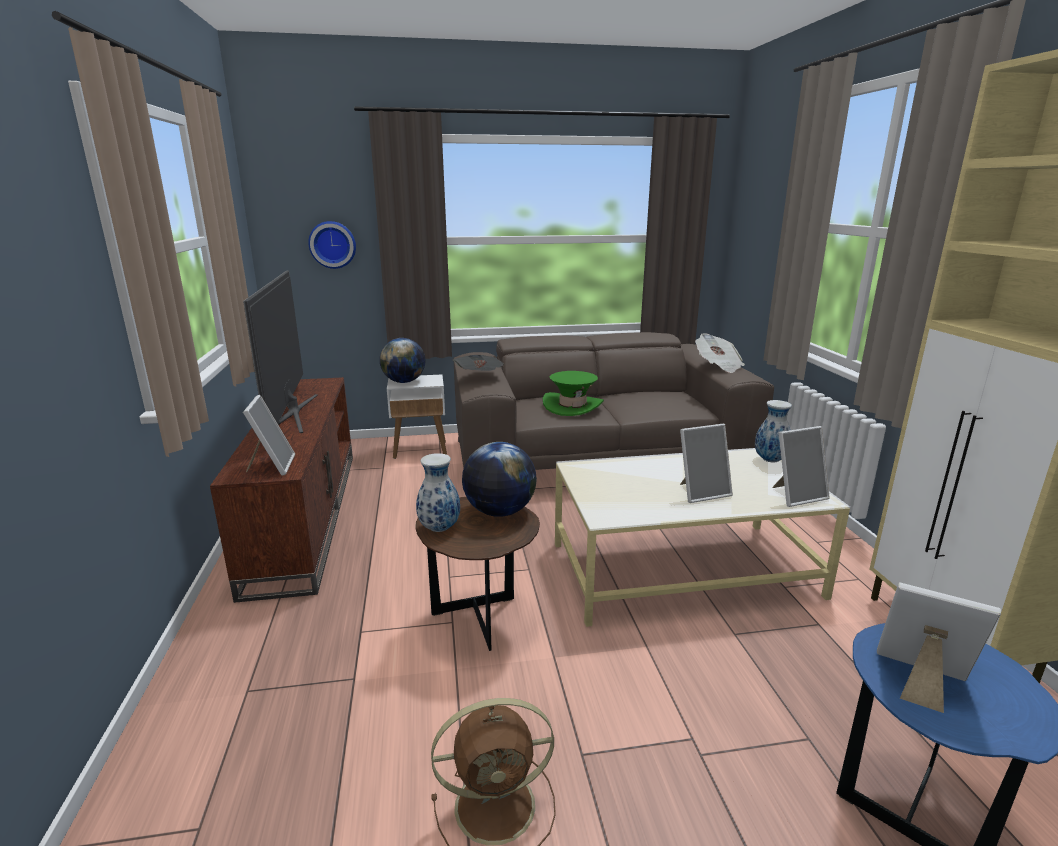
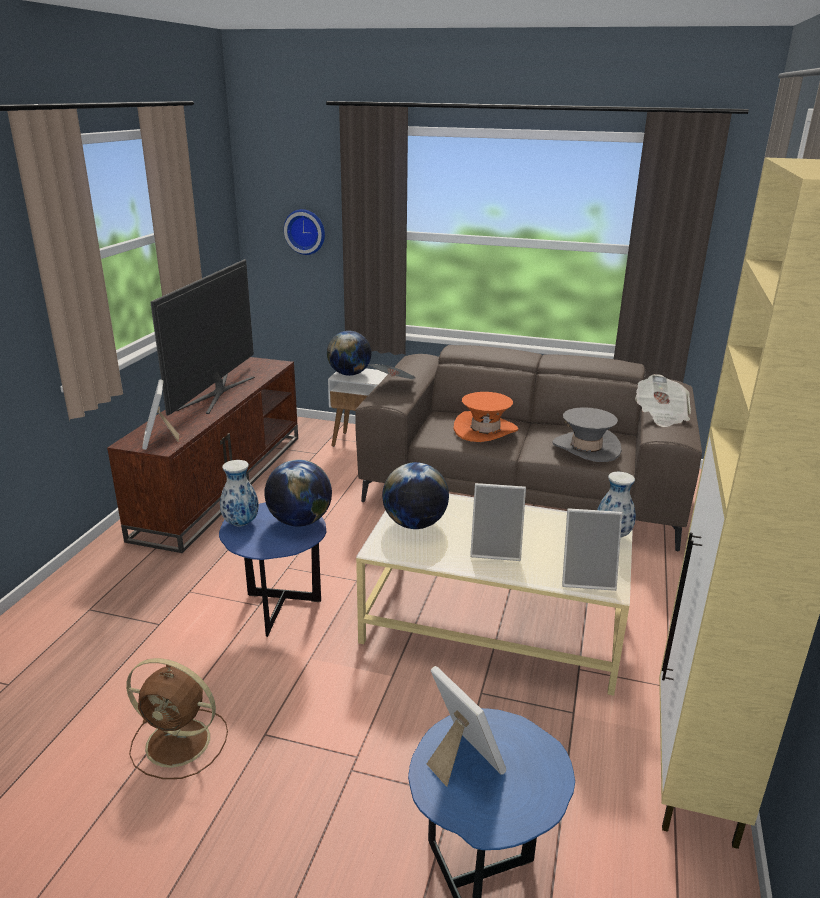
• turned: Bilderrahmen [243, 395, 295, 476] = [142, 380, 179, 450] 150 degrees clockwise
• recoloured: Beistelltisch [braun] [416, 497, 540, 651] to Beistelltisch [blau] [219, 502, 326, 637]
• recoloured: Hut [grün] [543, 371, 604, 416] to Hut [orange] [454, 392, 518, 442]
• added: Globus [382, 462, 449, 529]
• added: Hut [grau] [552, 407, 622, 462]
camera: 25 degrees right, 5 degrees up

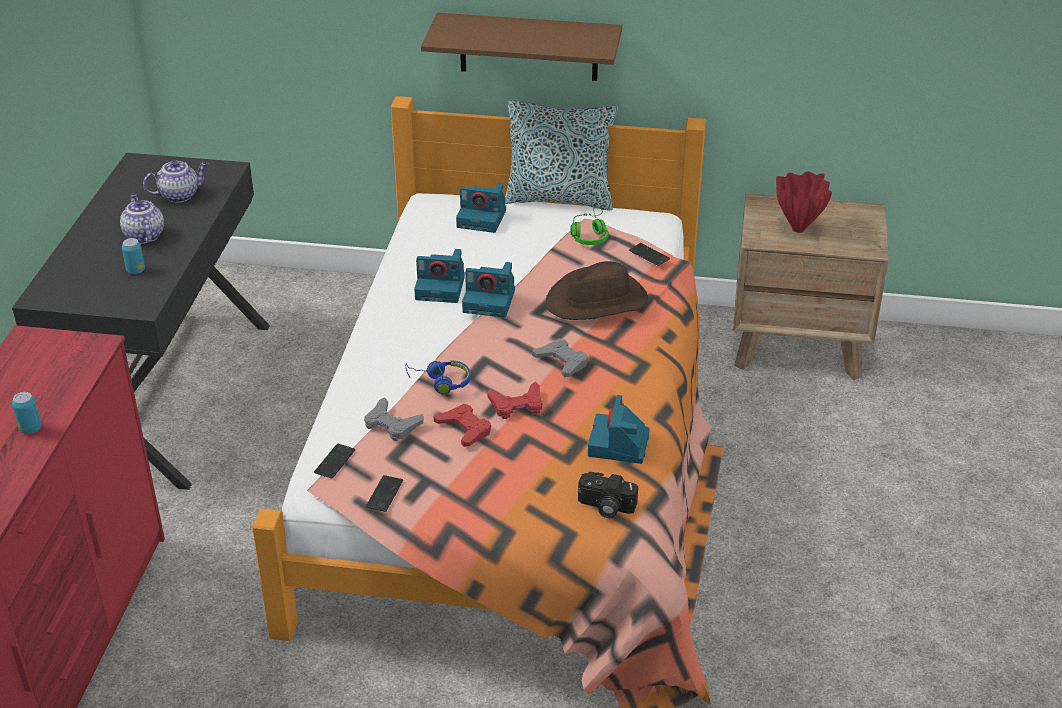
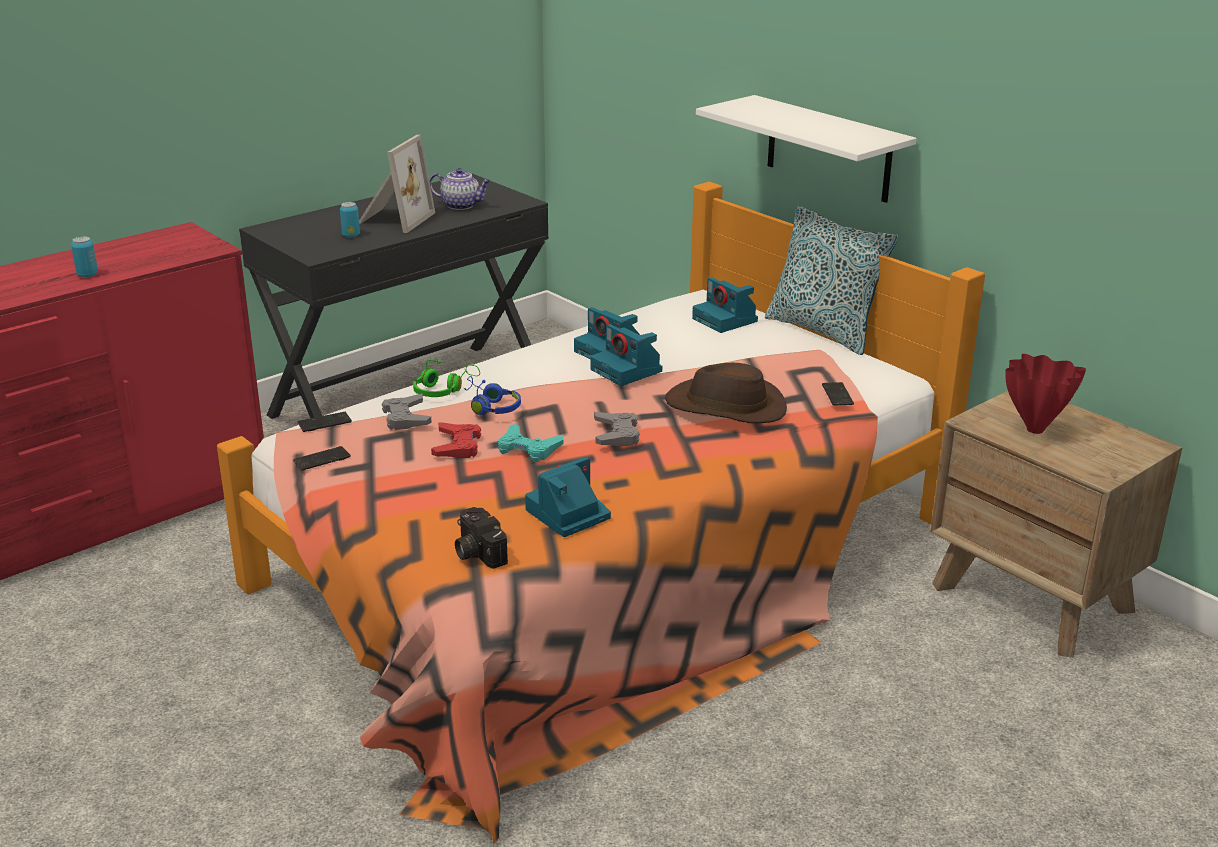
• replaced: Teekanne [120, 194, 164, 244] to Bilderrahmen [359, 135, 435, 233]
• recoloured: Wandregal [braun] [421, 13, 622, 81] to Wandregal [weiß] [696, 95, 917, 203]
• recoloured: Gamepad [rot] [487, 382, 542, 419] to Gamepad [türkis] [498, 424, 564, 462]
• moved: Kopfhörer [grün] [570, 207, 609, 245] to [413, 360, 480, 397]
camera: 40 degrees right, 10 degrees down

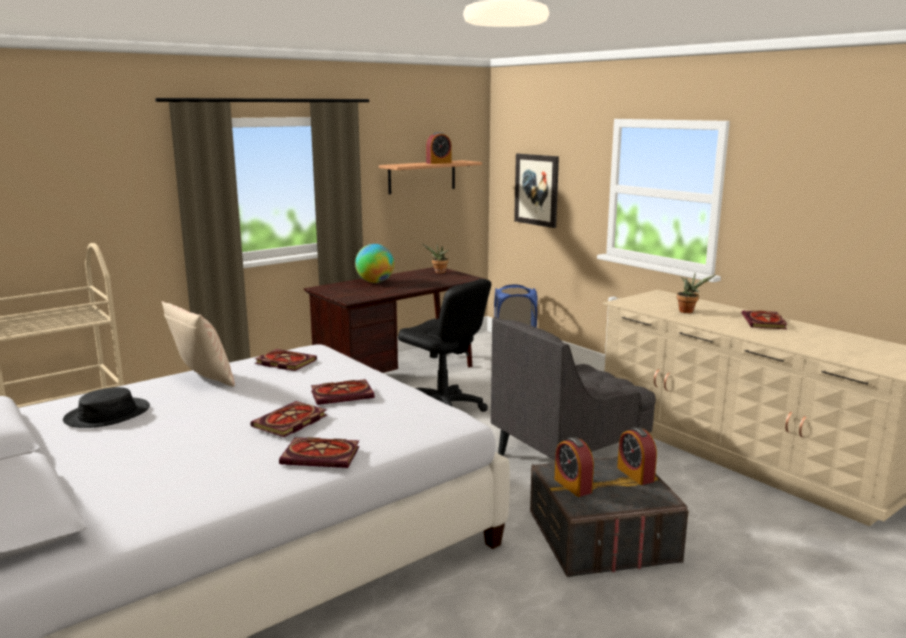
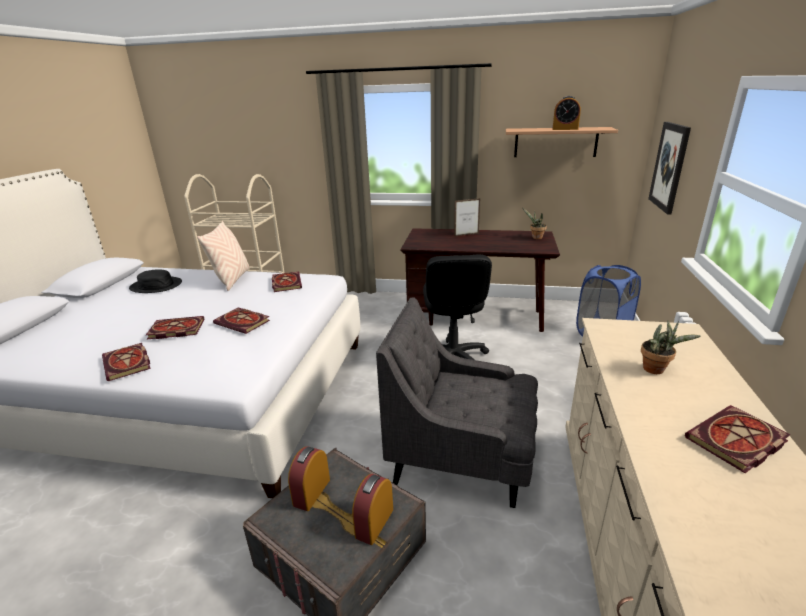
• replaced: Globus [355, 244, 394, 283] to Bilderrahmen [454, 198, 480, 236]
camera: 50 degrees right, 10 degrees up

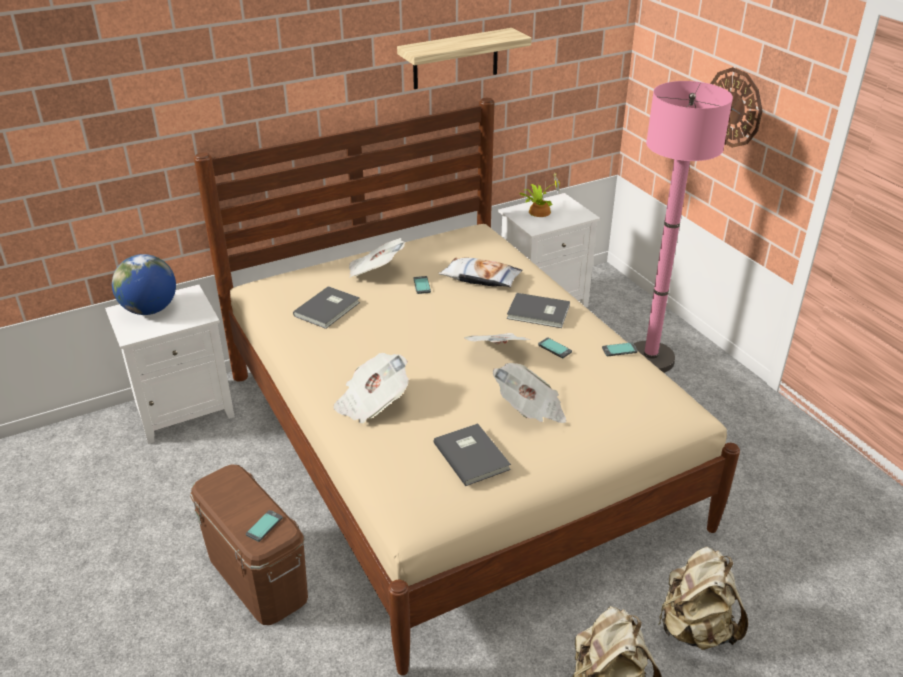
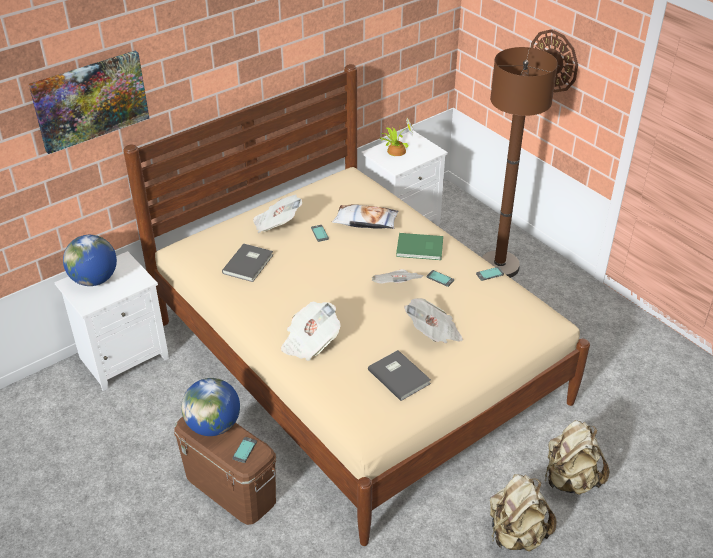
• removed: Wandregal [397, 28, 532, 89]
• recoloured: Buch [grau] [507, 293, 570, 328] to Buch [grün] [396, 233, 443, 260]
• recoloured: Stehlampe [rosa] [633, 81, 733, 373] to Stehlampe [braun] [482, 47, 558, 278]
• added: Bild [29, 50, 149, 154]
• added: Globus [181, 378, 240, 436]
camera: 10 degrees left, 5 degrees up

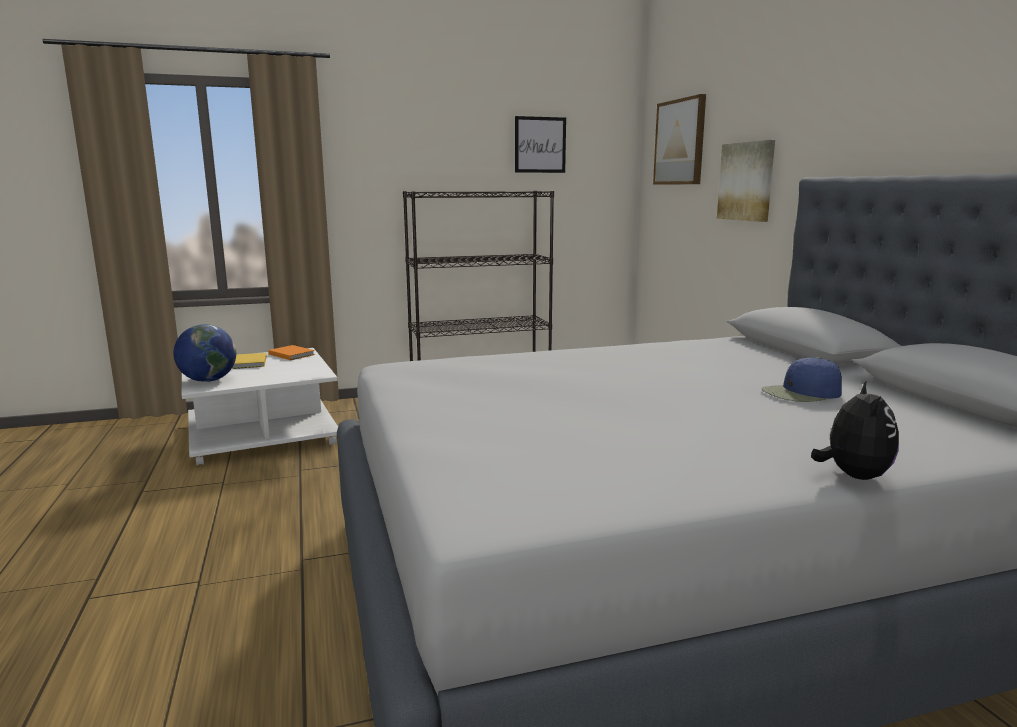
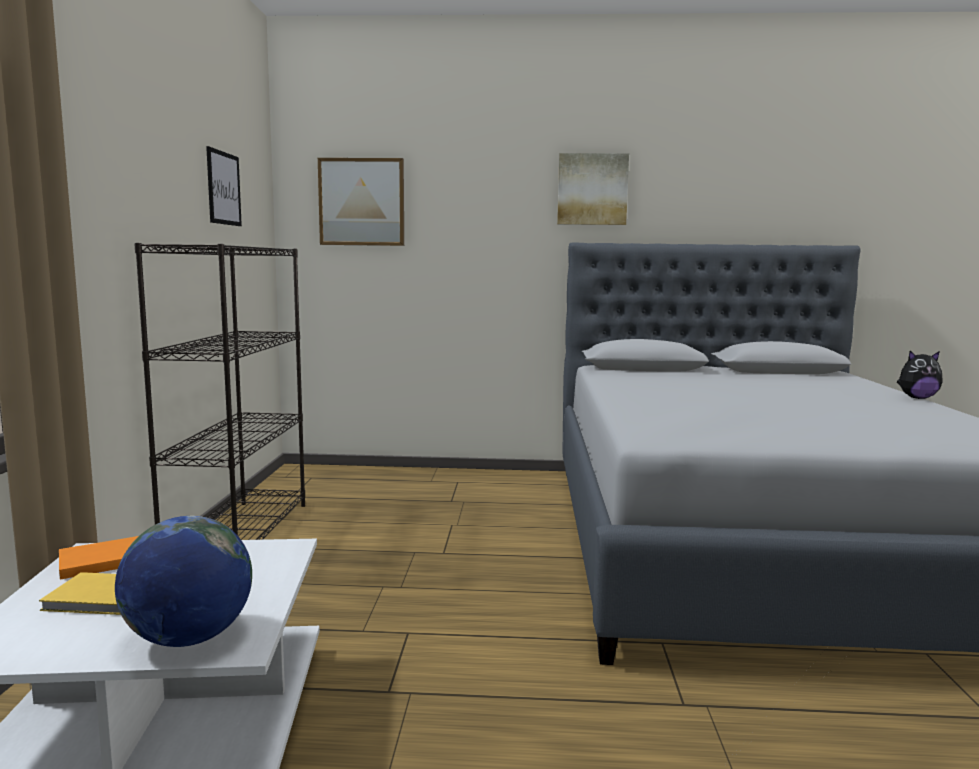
• moved: Bild [717, 140, 775, 222] to [557, 153, 629, 225]
• removed: Kappe [blau] [762, 357, 842, 402]
• turned: Plüschtier [811, 380, 899, 480] = [897, 351, 943, 399] 150 degrees clockwise
camera: 70 degrees left, 5 degrees down

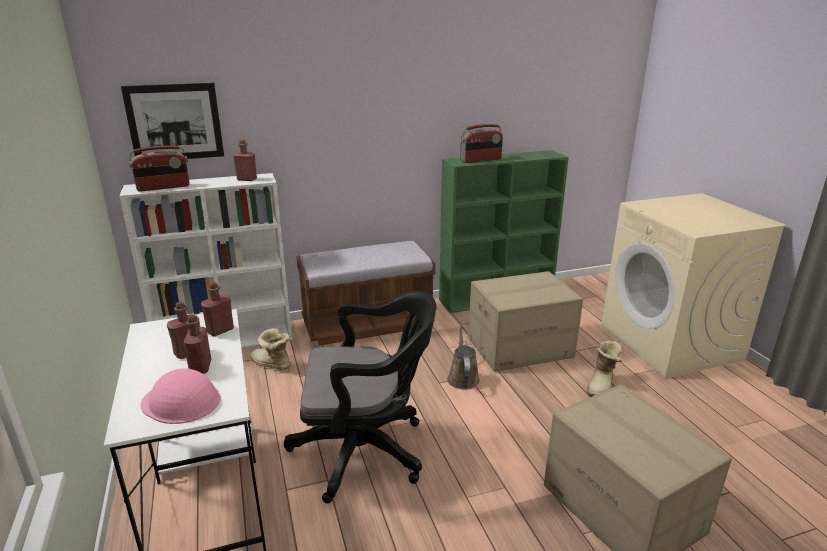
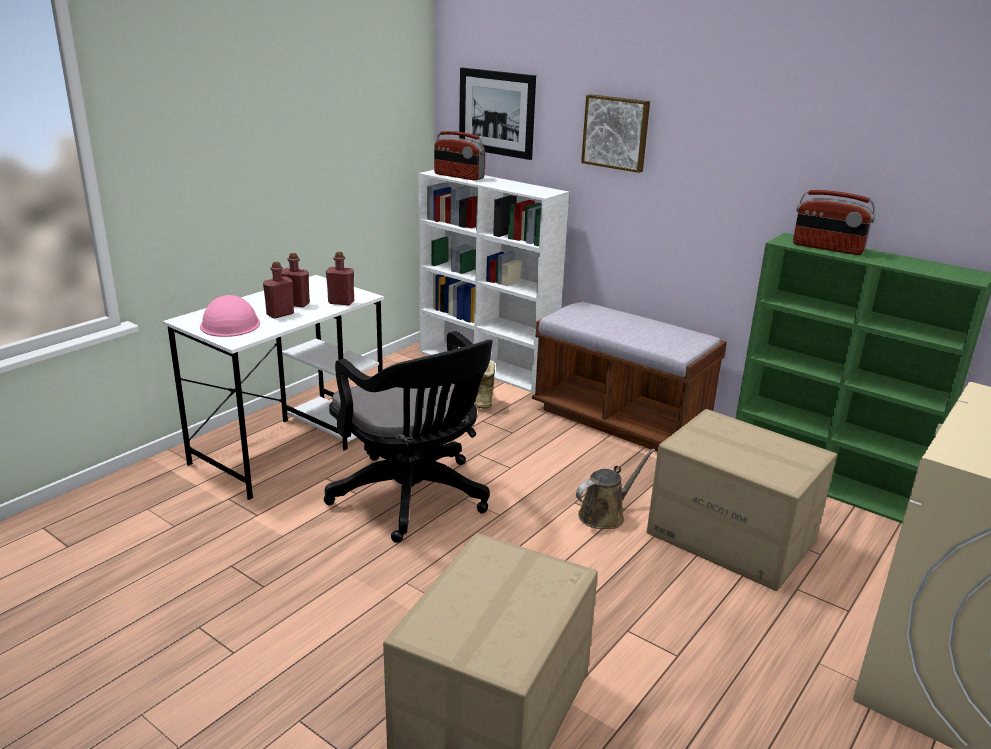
• removed: Flasche [rot] [233, 140, 257, 181]
• removed: Stiefel [587, 341, 623, 397]
• added: Bild [581, 94, 650, 173]
camera: 55 degrees right, 0 degrees up

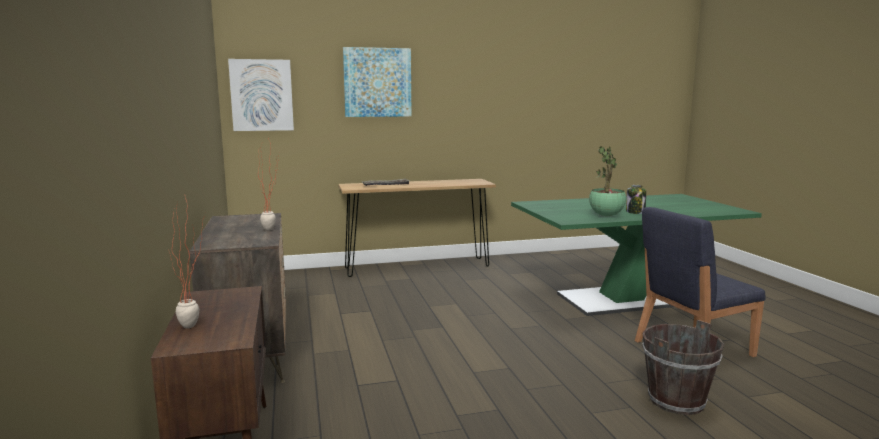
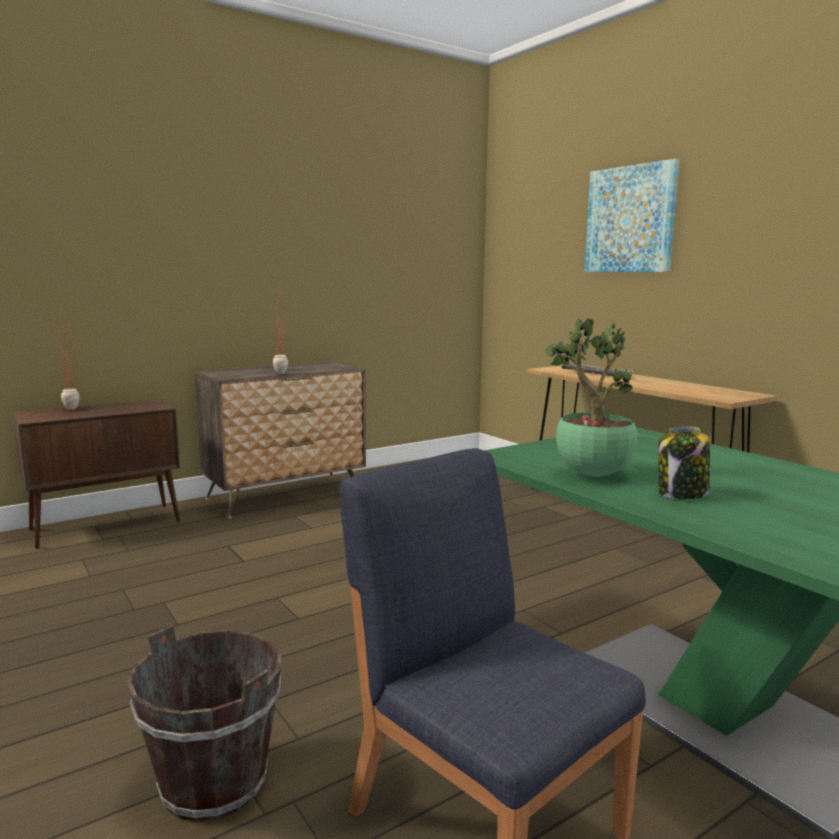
• removed: Bild [228, 59, 294, 131]
camera: 70 degrees right, 0 degrees up

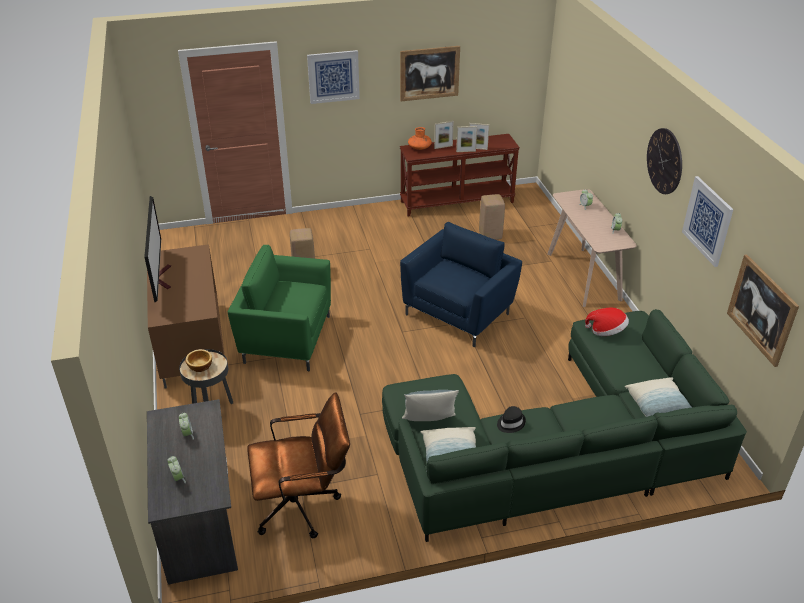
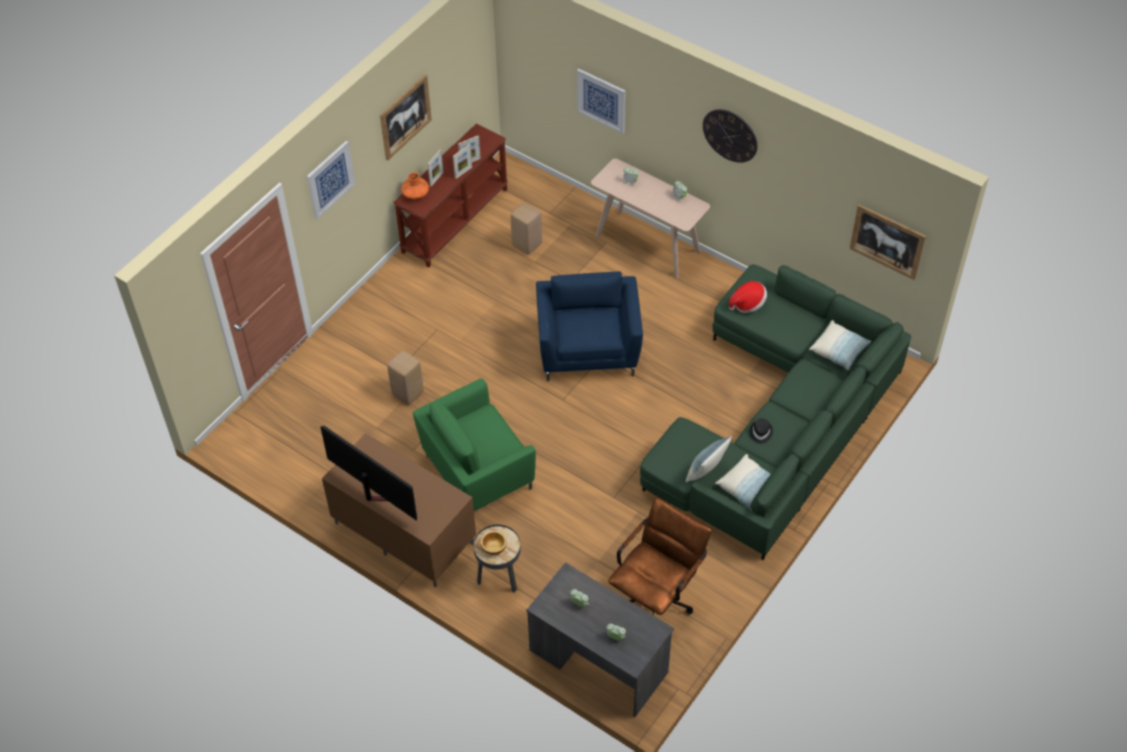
• moved: Bild [682, 176, 734, 267] to [577, 69, 626, 134]
camera: 40 degrees left, 15 degrees up

